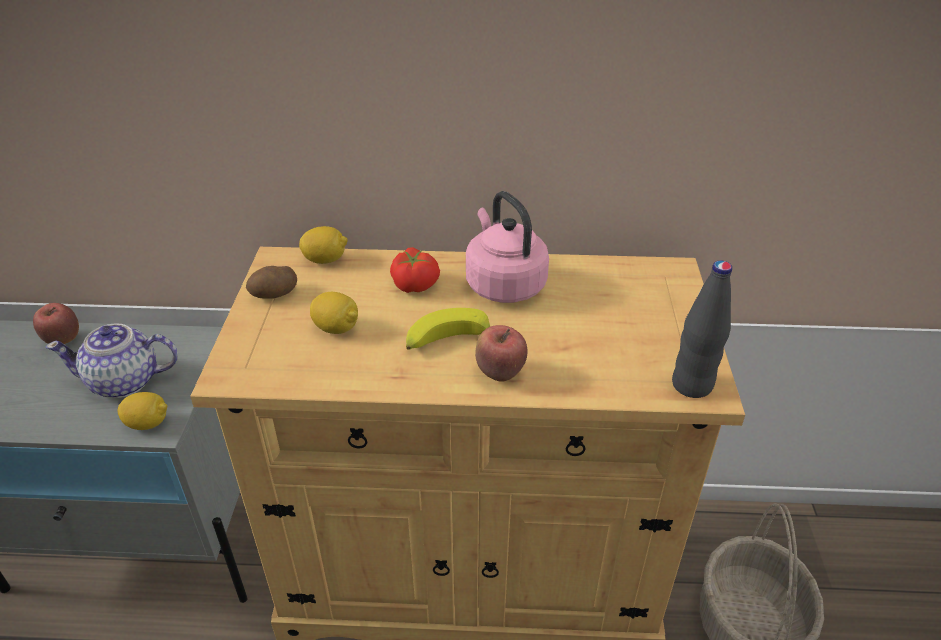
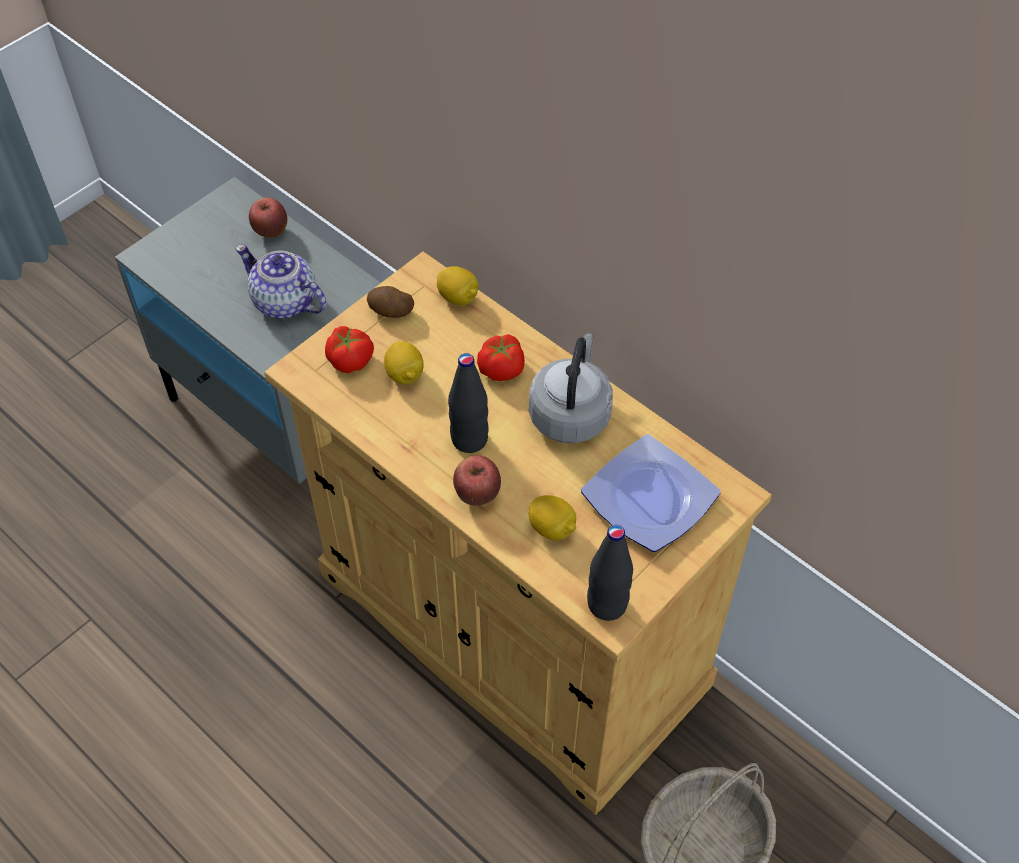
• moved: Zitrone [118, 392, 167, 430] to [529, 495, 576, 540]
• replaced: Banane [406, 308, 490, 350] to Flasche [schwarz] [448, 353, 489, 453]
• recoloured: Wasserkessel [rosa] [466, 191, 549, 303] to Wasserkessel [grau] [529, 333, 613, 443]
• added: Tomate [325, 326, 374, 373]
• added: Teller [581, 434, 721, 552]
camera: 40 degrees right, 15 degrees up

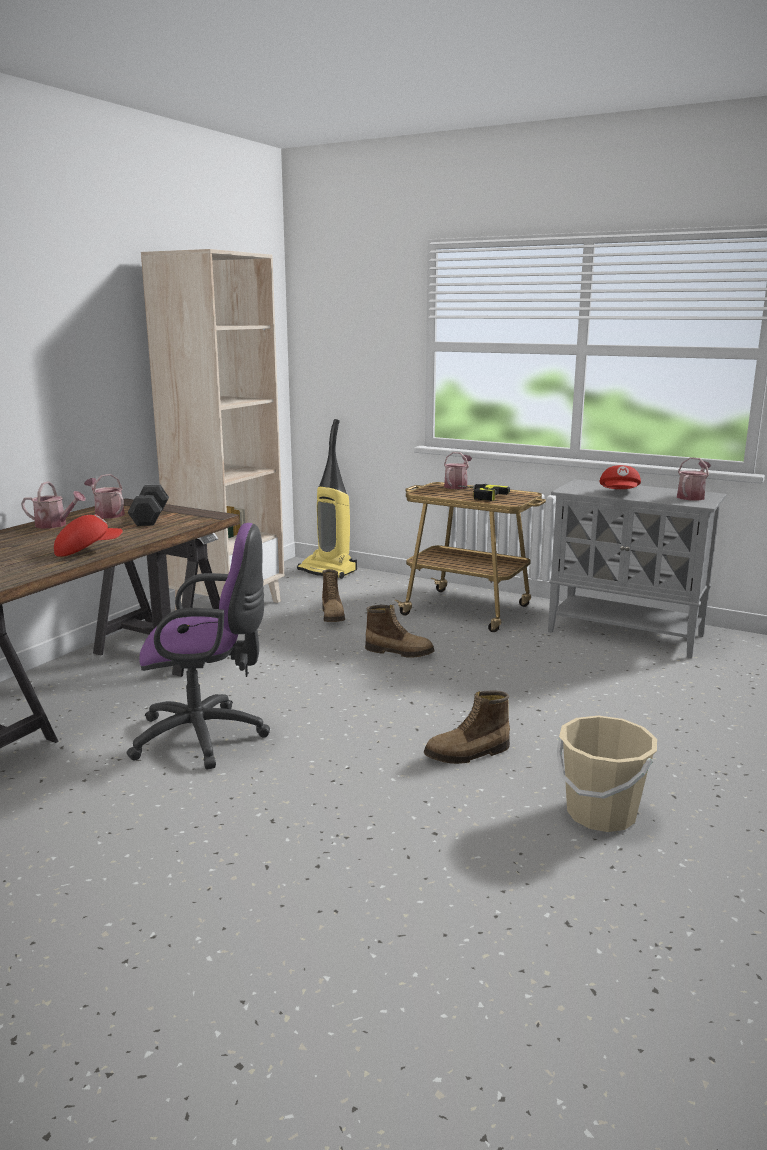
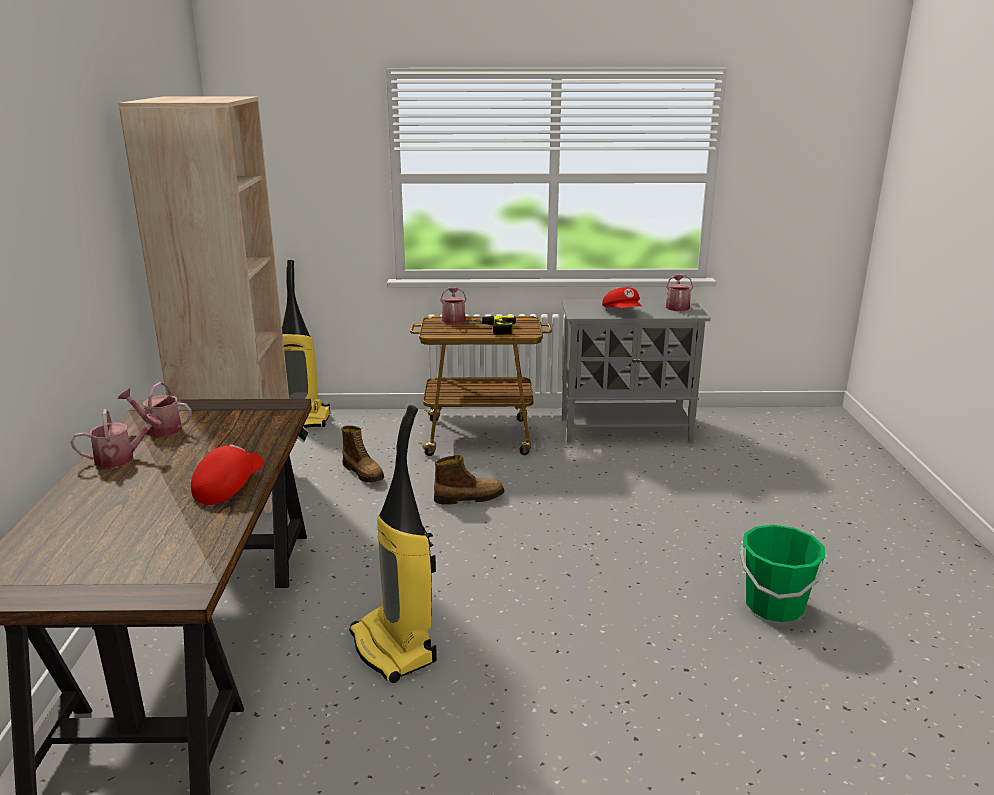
• removed: Hantel [grau] [127, 485, 169, 526]
• replaced: Bürostuhl [lila] [127, 523, 270, 769] to Staubsauger [349, 405, 437, 683]
• removed: Stiefel [424, 691, 510, 764]
• recoloured: Eimer [beige] [556, 716, 657, 832] to Eimer [grün] [740, 525, 827, 622]
camera: 30 degrees left, 5 degrees up

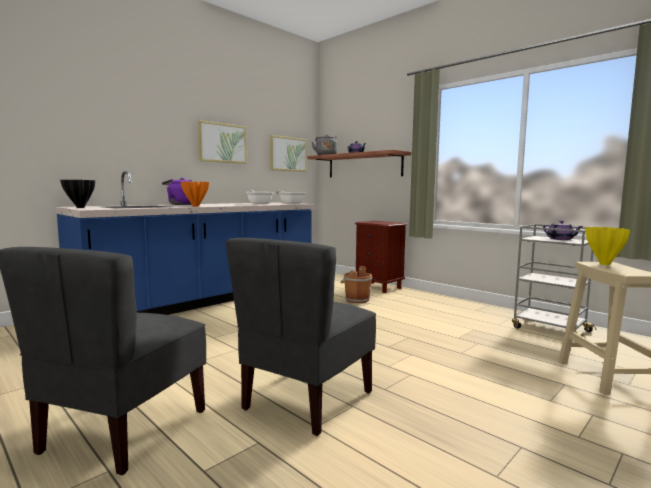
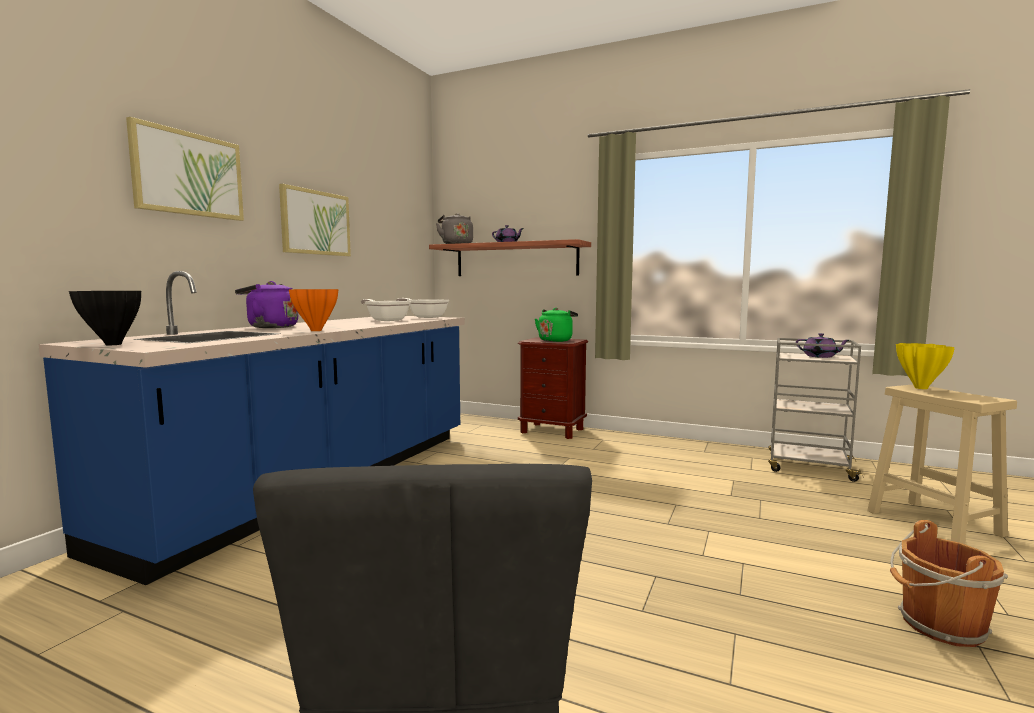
• removed: Stuhl [grau] [226, 238, 376, 436]
• moved: Bild [270, 135, 307, 172] to [126, 117, 244, 221]
• moved: Eimer [braun] [340, 266, 372, 303] to [890, 520, 1008, 647]
• added: Wasserkessel [grün] [535, 308, 578, 342]
camera: 20 degrees left, 0 degrees up

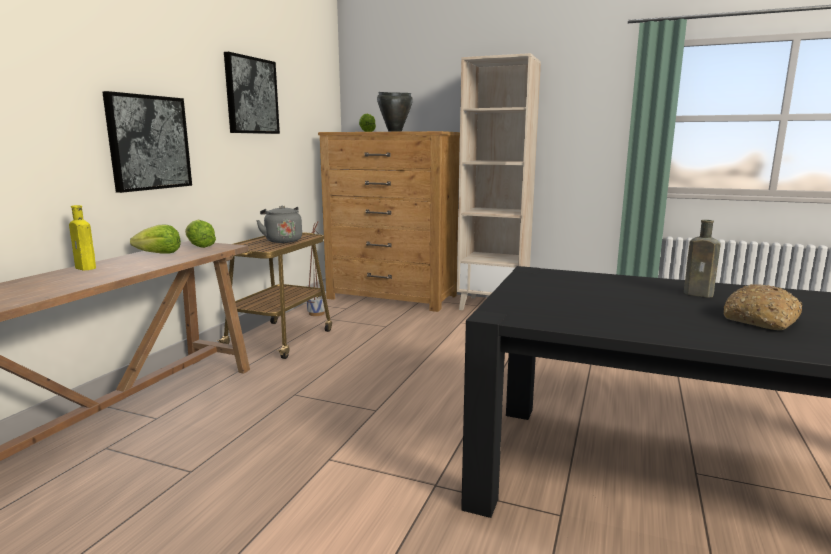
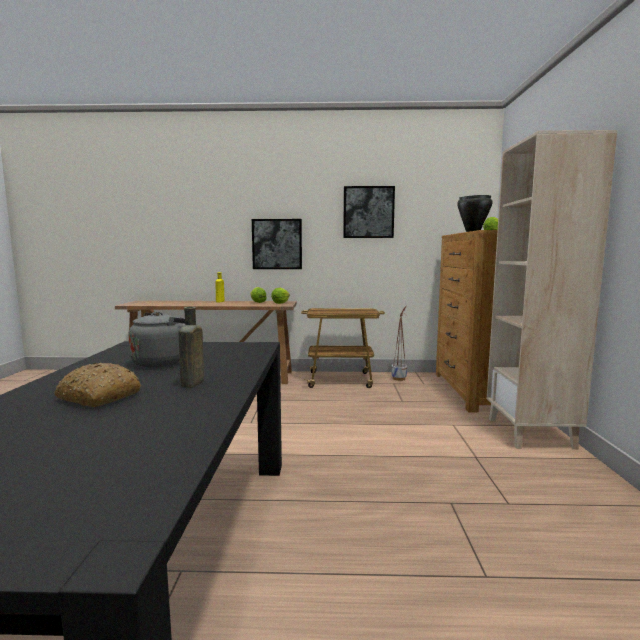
• moved: Wasserkessel [grau] [256, 206, 302, 243] to [129, 311, 185, 367]
camera: 70 degrees right, 5 degrees down

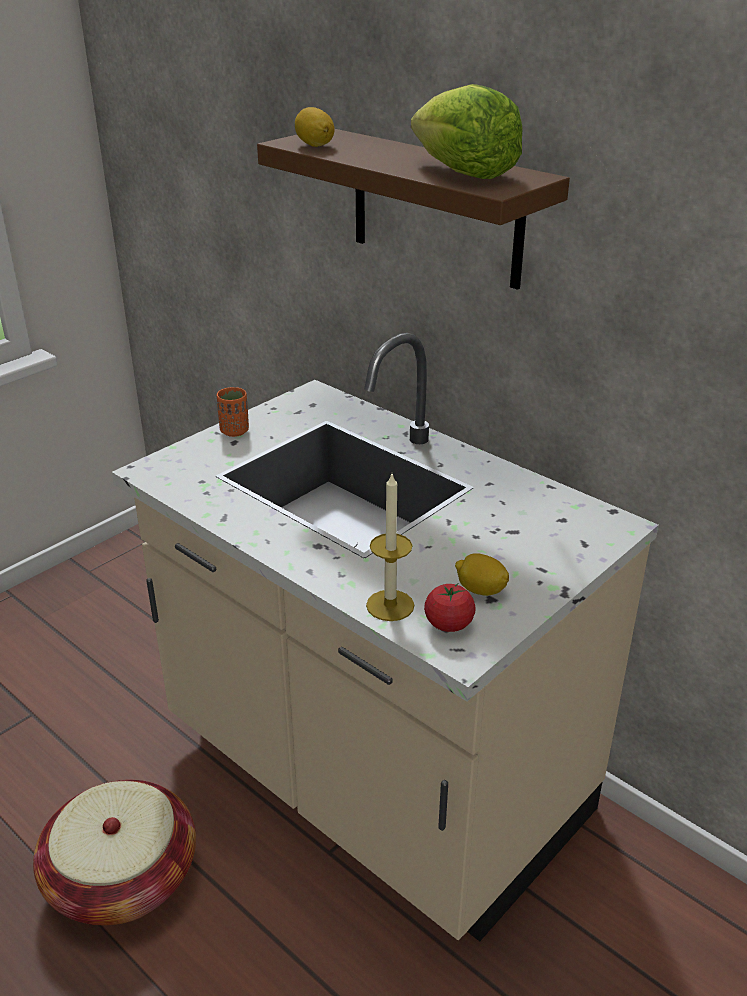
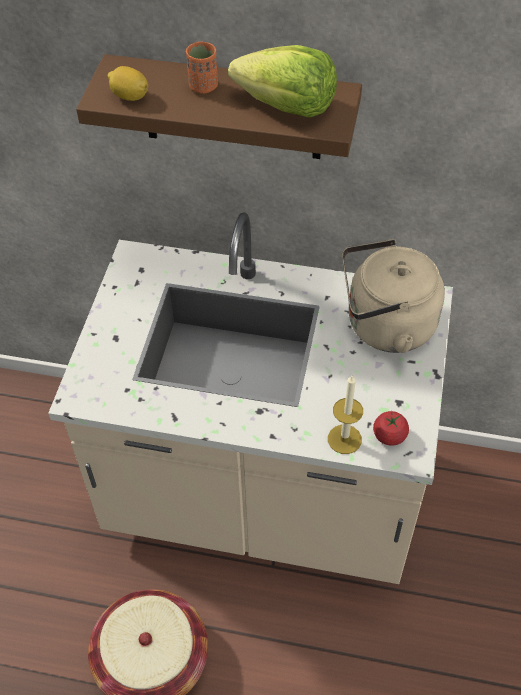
• moved: Tasse [orange] [217, 387, 249, 437] to [186, 42, 218, 94]
• removed: Zitrone [455, 553, 509, 596]
• added: Wasserkessel [beige] [342, 239, 445, 353]
camera: 30 degrees left, 20 degrees up

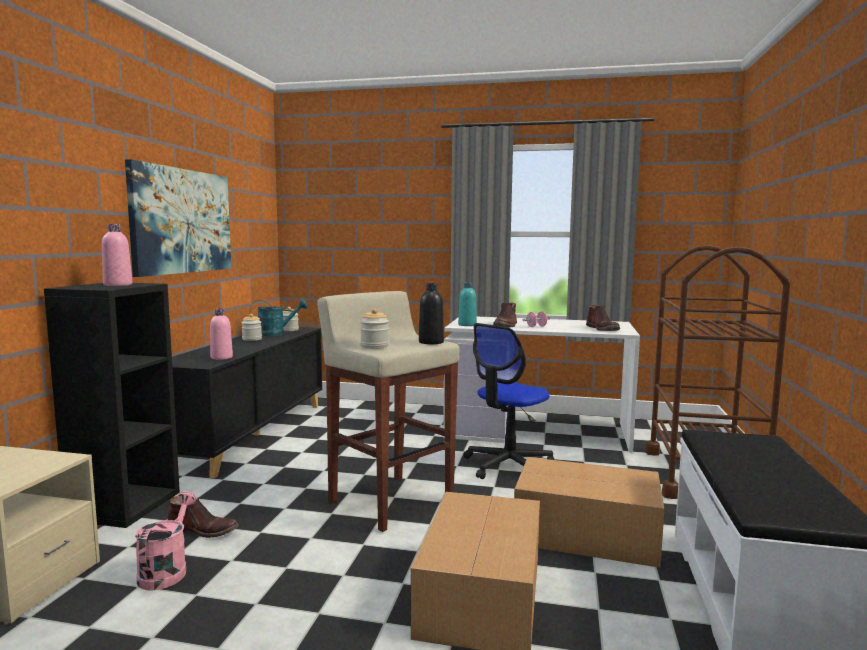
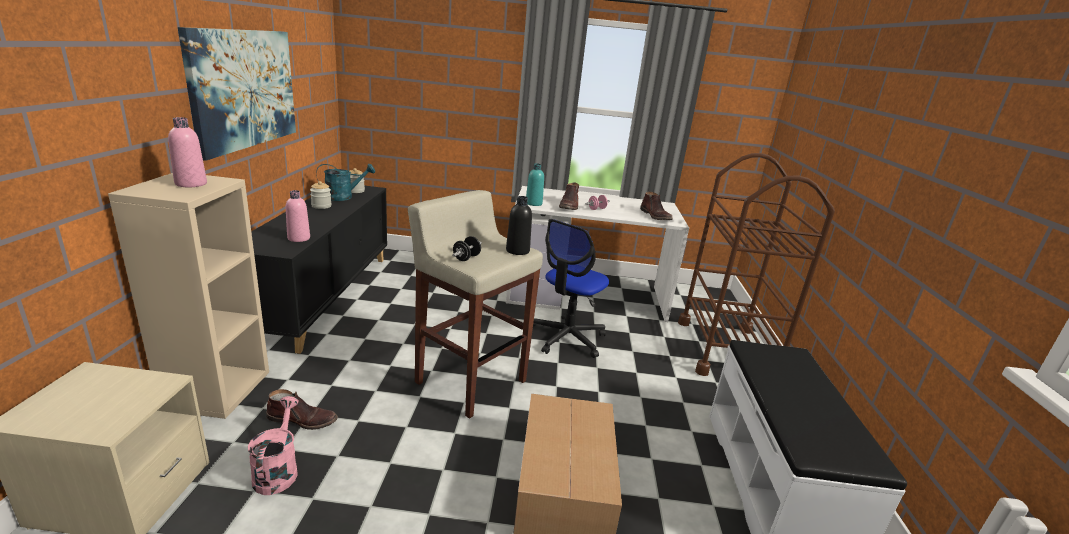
• recoloured: Bücherregal [schwarz] [44, 283, 180, 528] to Bücherregal [beige] [108, 173, 269, 419]
• replaced: Vorratsglas [360, 308, 389, 349] to Hantel [schwarz] [452, 236, 482, 261]
• removed: Karton [514, 457, 665, 568]
camera: 10 degrees left, 15 degrees up

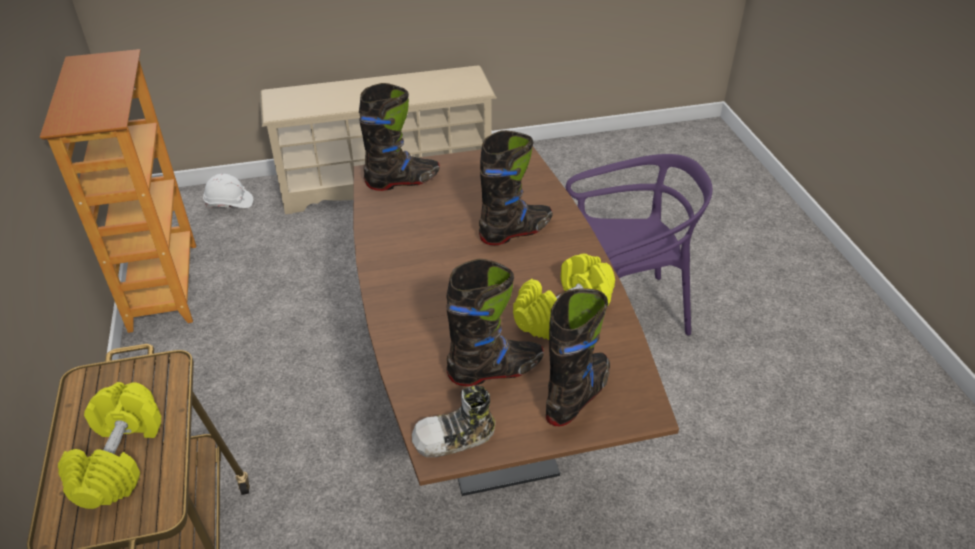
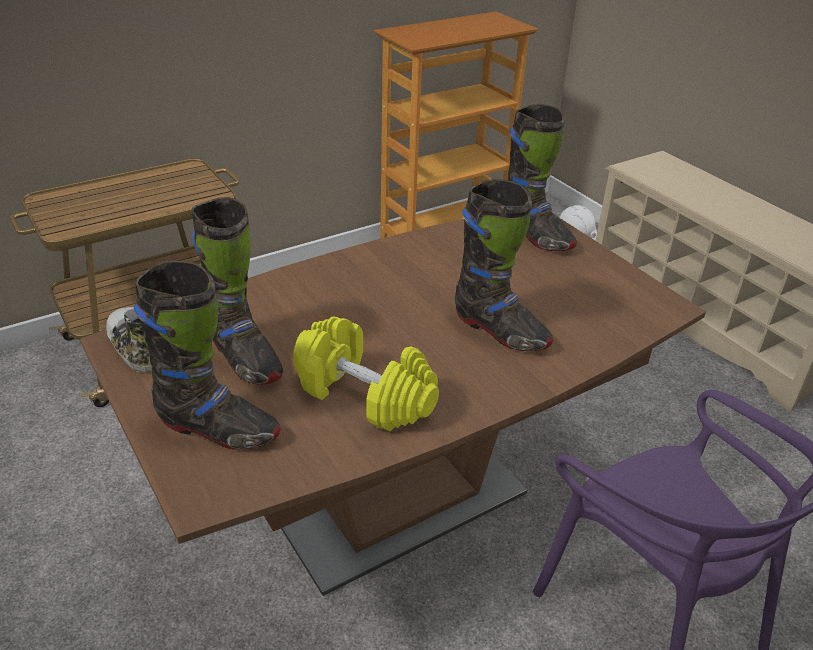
• removed: Hantel [gelb] [58, 382, 161, 509]
camera: 70 degrees right, 5 degrees down

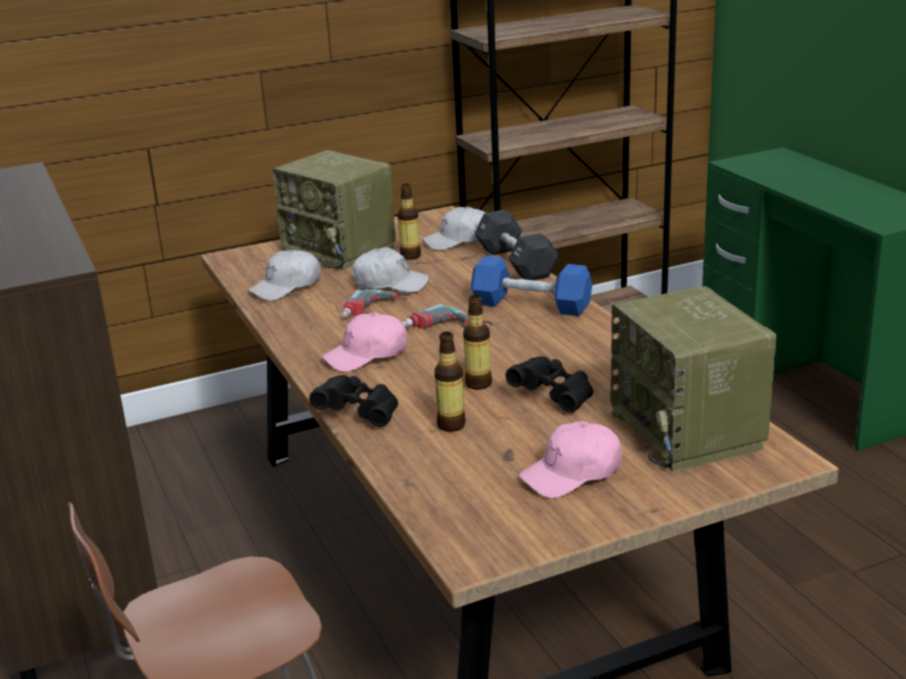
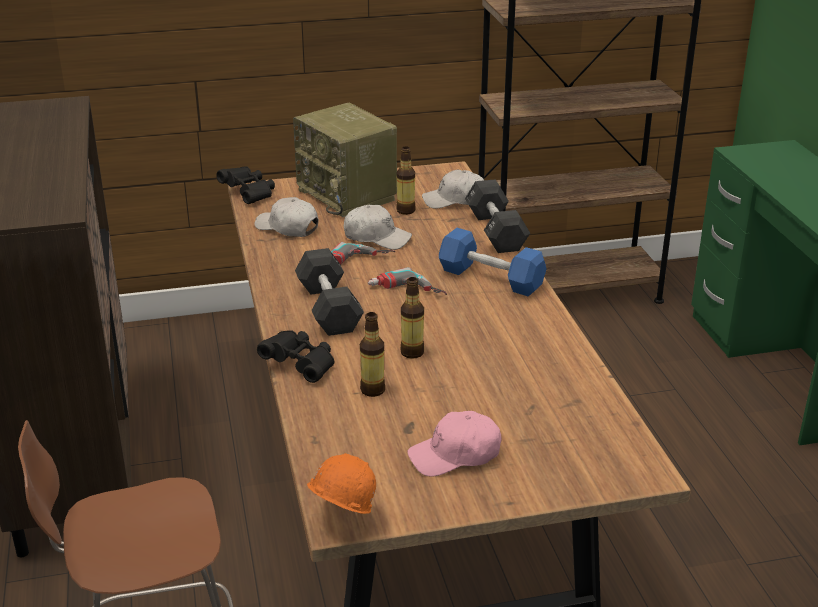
• turned: Kappe [weiß] [248, 249, 321, 301] = [254, 197, 319, 237] 60 degrees clockwise
• replaced: Kappe [rosa] [322, 313, 407, 372] to Hantel [schwarz] [295, 248, 364, 336]
• moved: Fernglas [schwarz] [506, 357, 593, 413] to [216, 166, 275, 204]
• removed: Radio [611, 286, 777, 472]
• added: Schutzhelm [orange] [307, 453, 376, 514]
camera: 10 degrees right, 5 degrees up

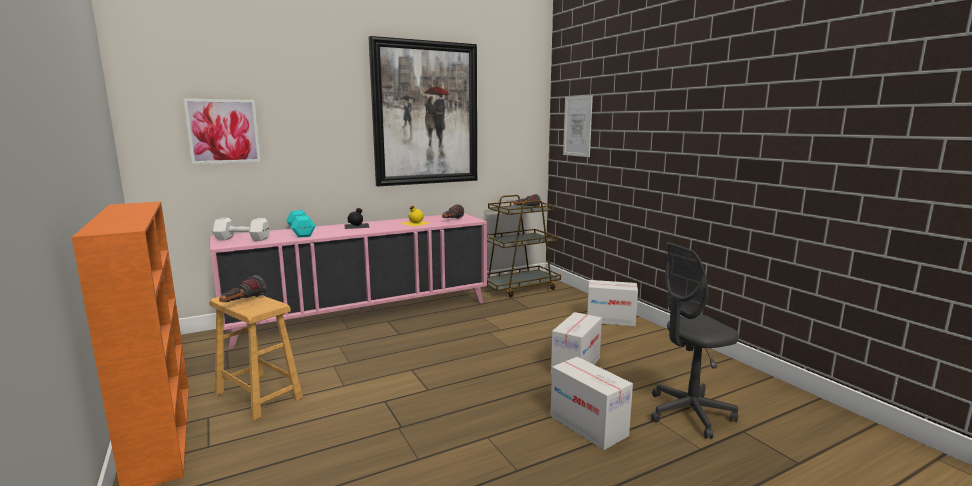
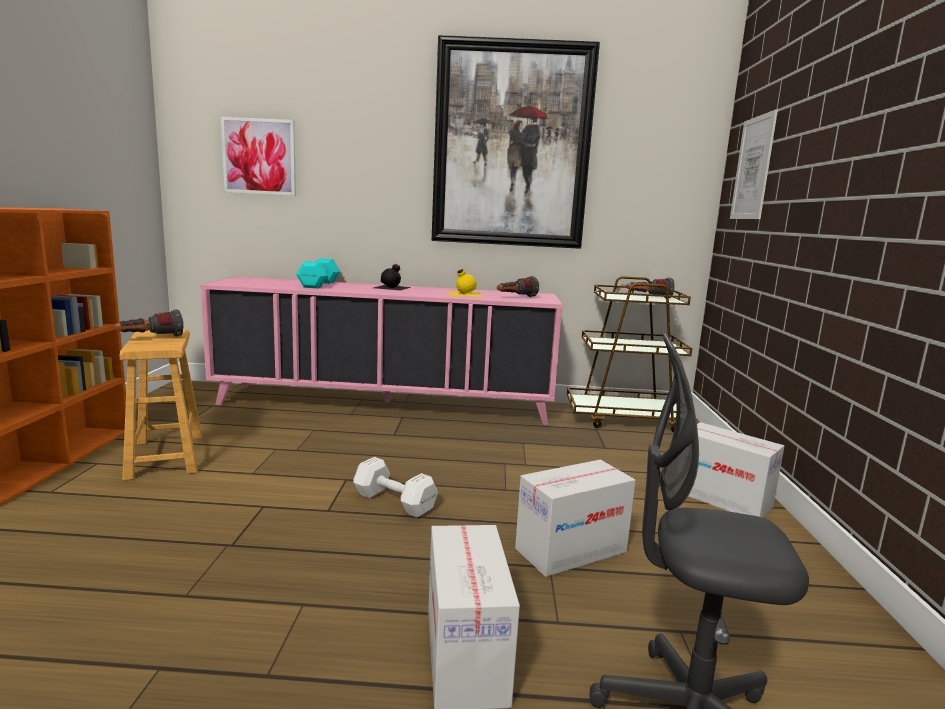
• moved: Hantel [weiß] [212, 218, 270, 241] to [353, 457, 438, 518]
camera: 30 degrees right, 0 degrees up

